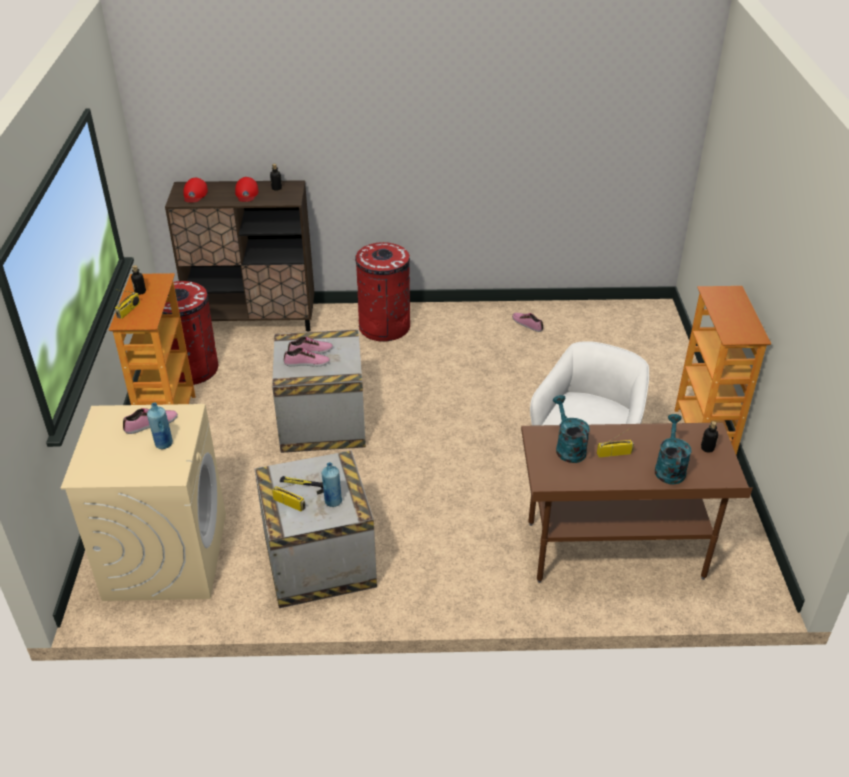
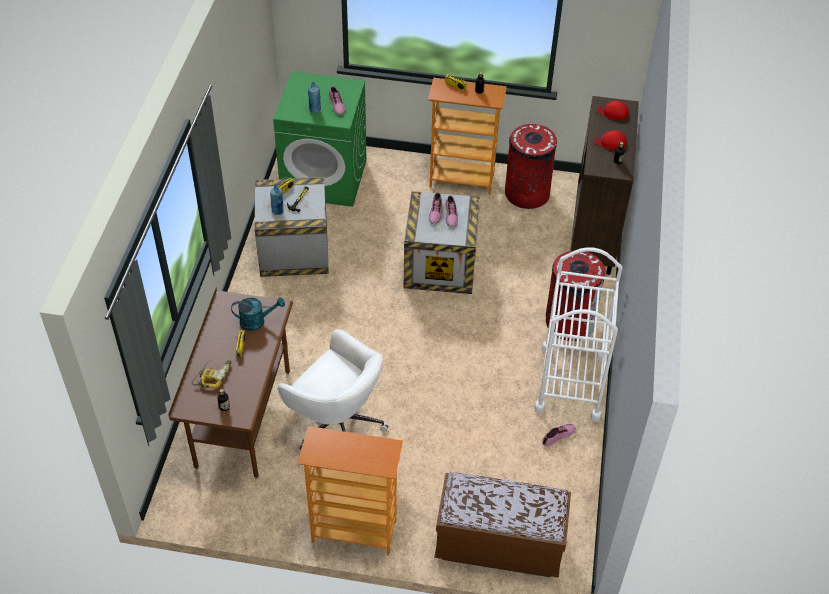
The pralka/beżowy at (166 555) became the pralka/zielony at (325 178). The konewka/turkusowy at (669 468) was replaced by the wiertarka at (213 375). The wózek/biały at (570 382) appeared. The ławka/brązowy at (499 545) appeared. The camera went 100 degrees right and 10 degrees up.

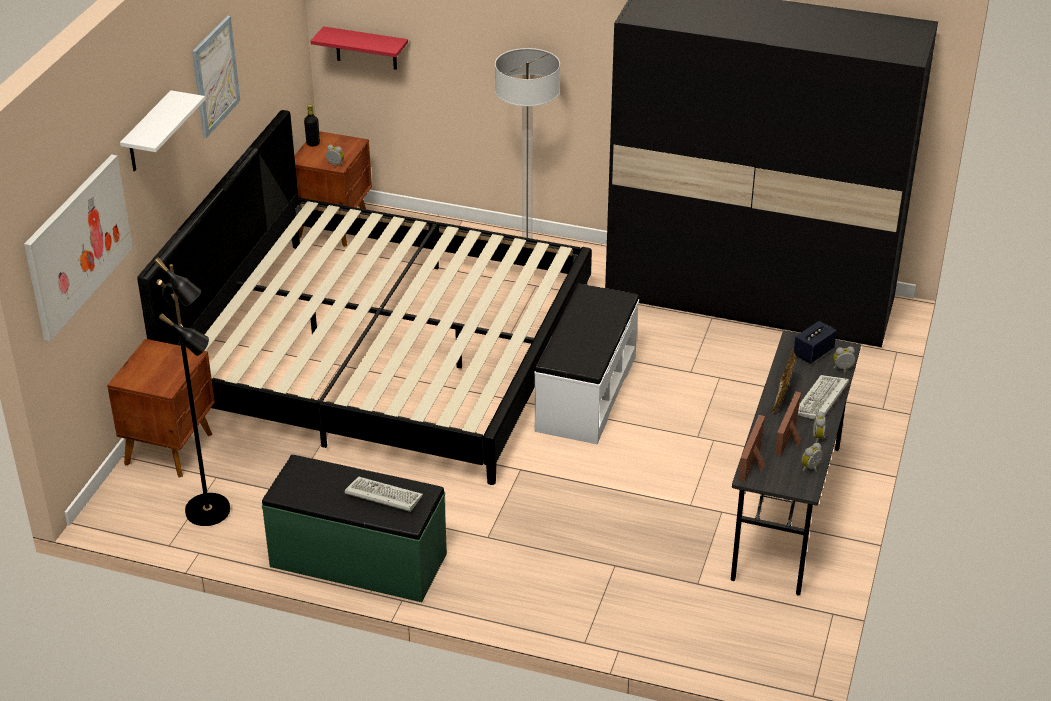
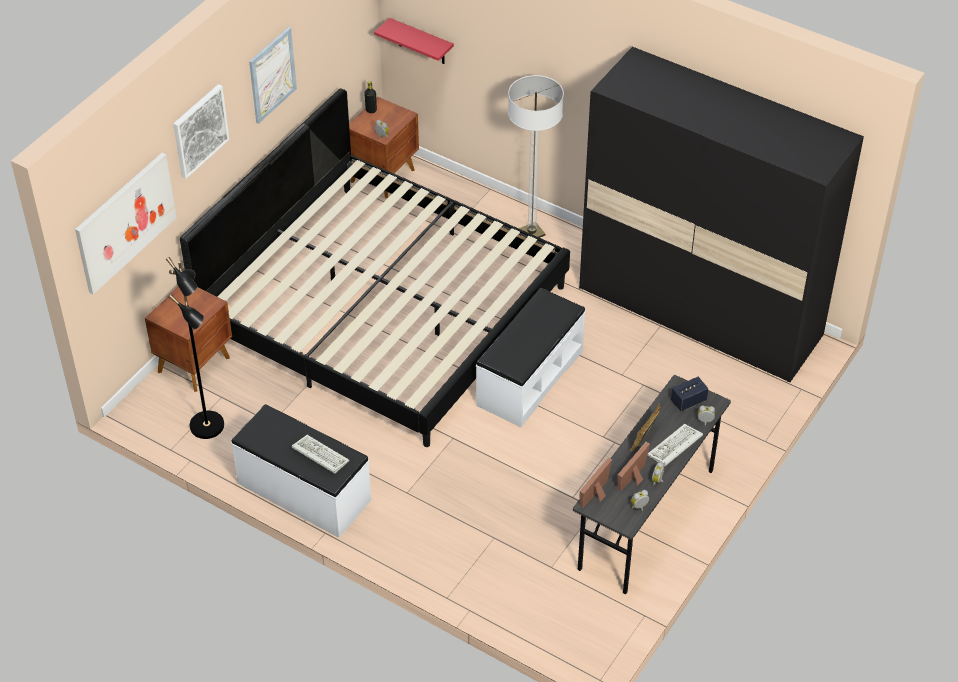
The półka/biały at (148 134) was replaced by the obraz at (200 130). The ławka/zielony at (358 561) became the ławka/biały at (303 492). The camera went 15 degrees right and 10 degrees up.

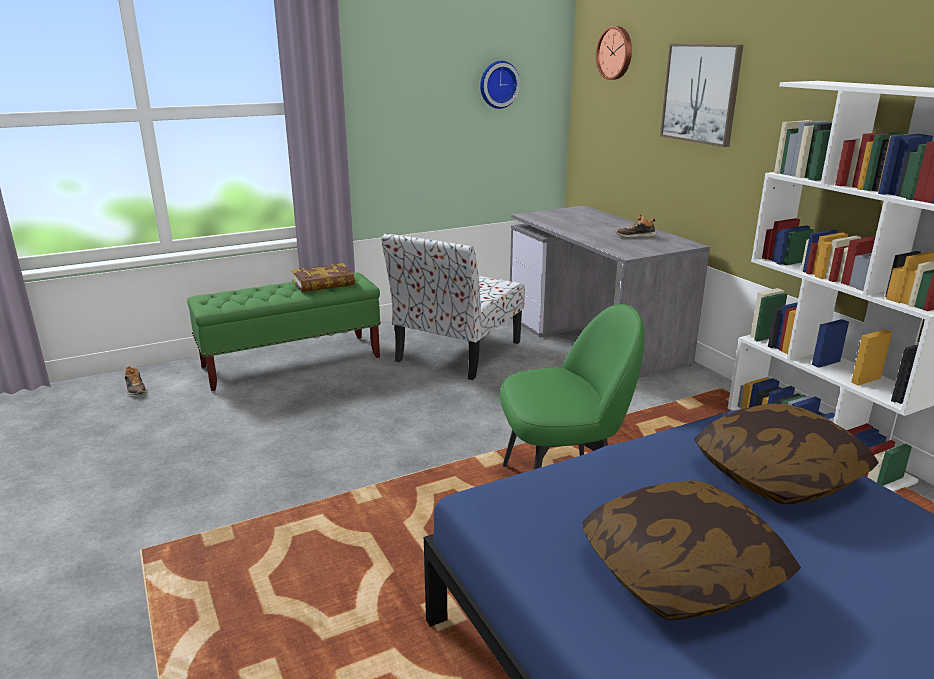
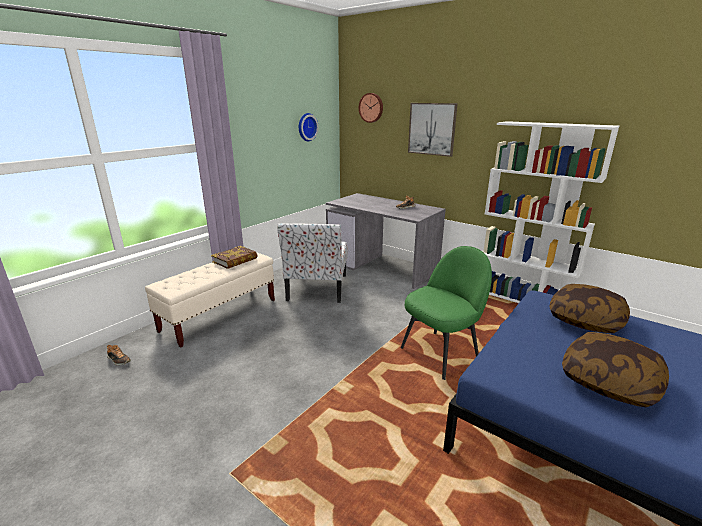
The ławka/zielony at (292 362) became the ławka/beżowy at (220 315). The camera went 25 degrees left and 0 degrees up.

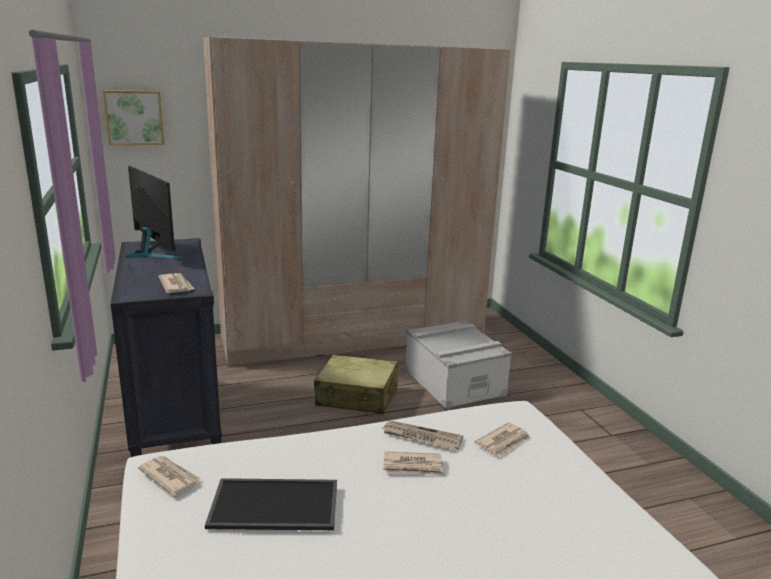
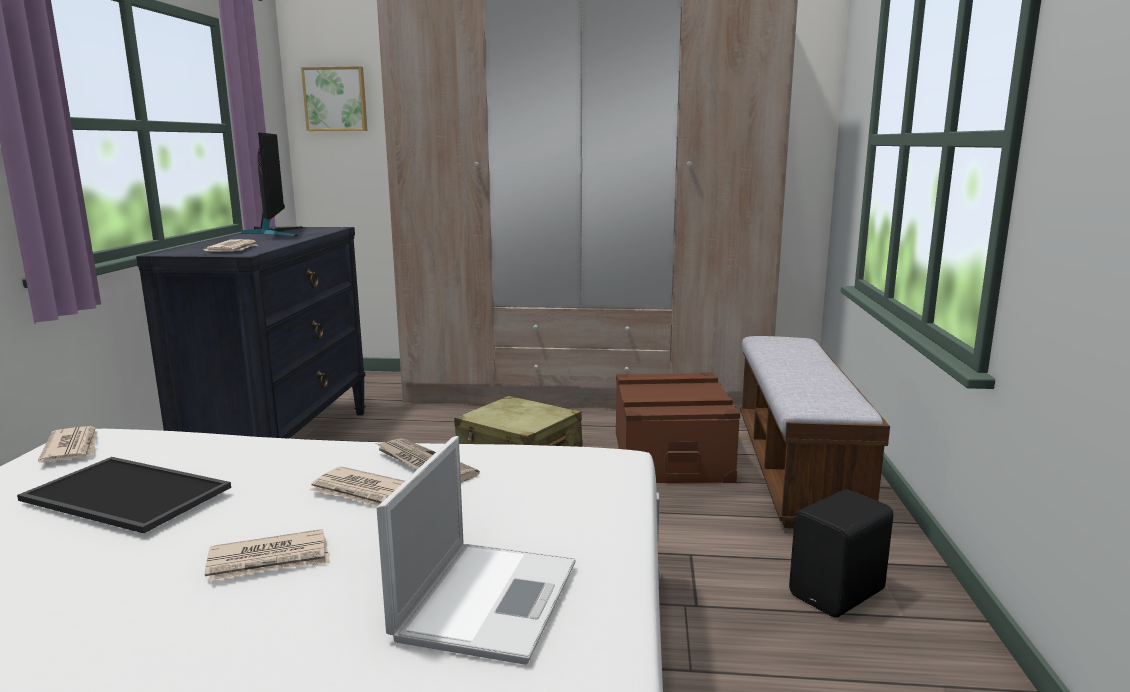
The pojemnik do przechowywania/szary at (454 381) became the pojemnik do przechowywania/brązowy at (670 456). The gazeta moved from (503 442) to (270 560). The ławka at (796 468) appeared. The laptop at (488 597) appeared. The głośnik/czarny at (839 594) appeared. The camera went 25 degrees right and 5 degrees down.

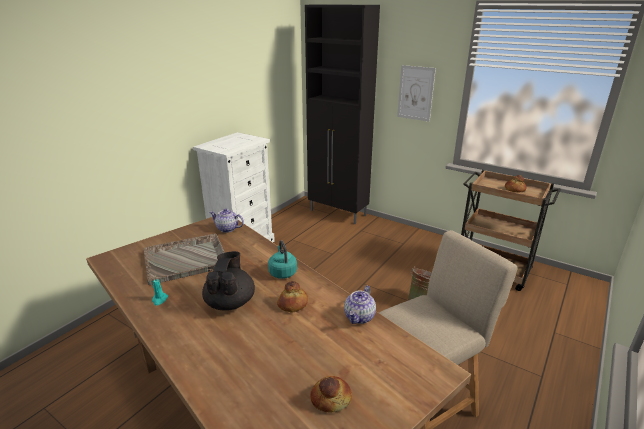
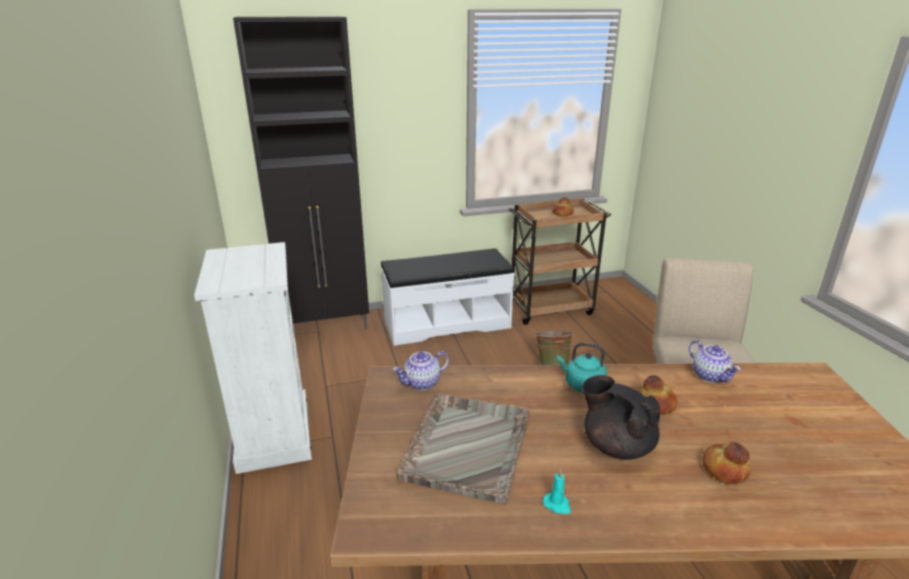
The obraz at (415 93) disappeared. The chleb moved from (330 398) to (724 469). The ławka/biały at (446 323) appeared. The camera went 50 degrees left and 0 degrees up.

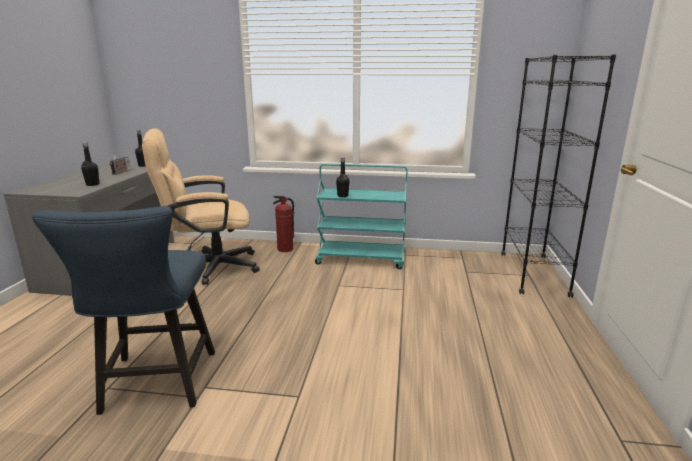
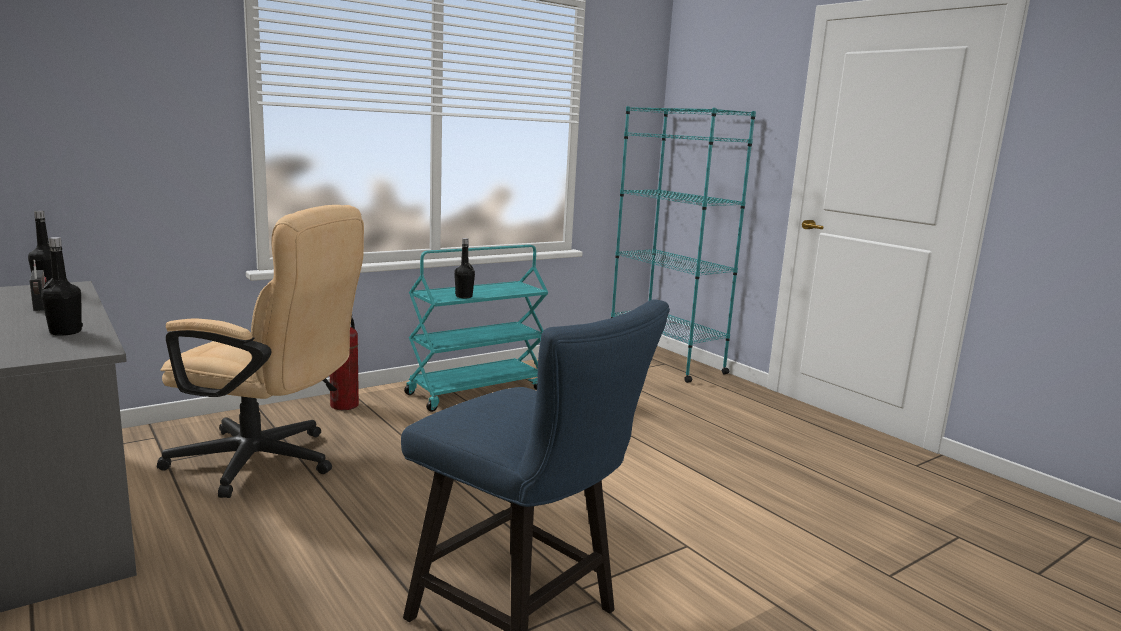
The regał/czarny at (533 273) became the regał/turkusowy at (665 361). The krzesło biurowe/beżowy at (208 267) turned 105 degrees counterclockwise. The camera went 45 degrees left and 5 degrees down.

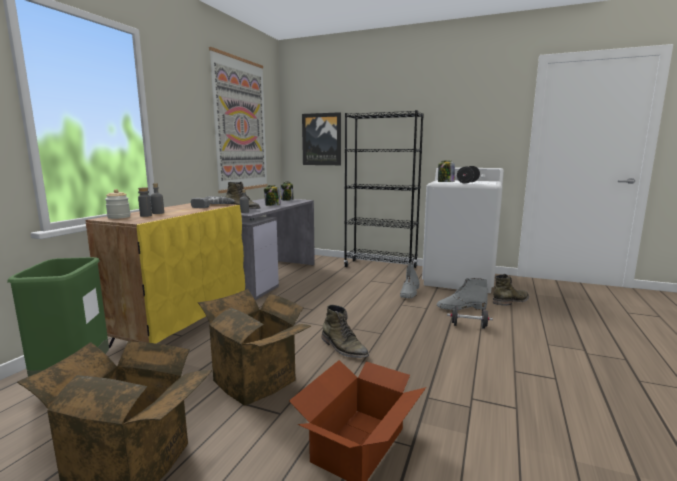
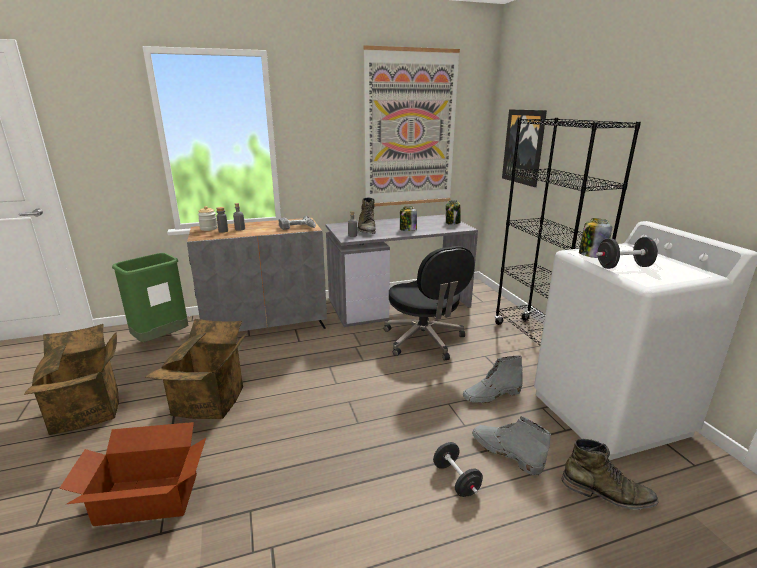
The szafka/żółty at (183 324) became the szafka/szary at (267 326). The but z cholewką/zielony at (343 348) disappeared. The krzesło biurowe/czarny at (424 340) appeared. The camera went 50 degrees right and 10 degrees up.

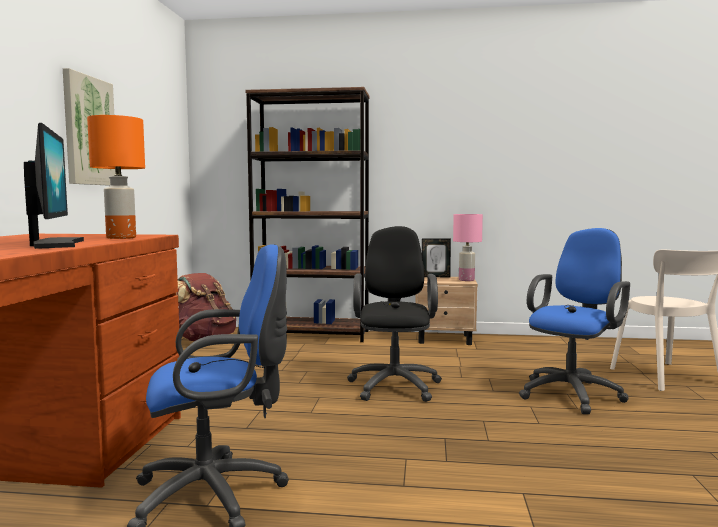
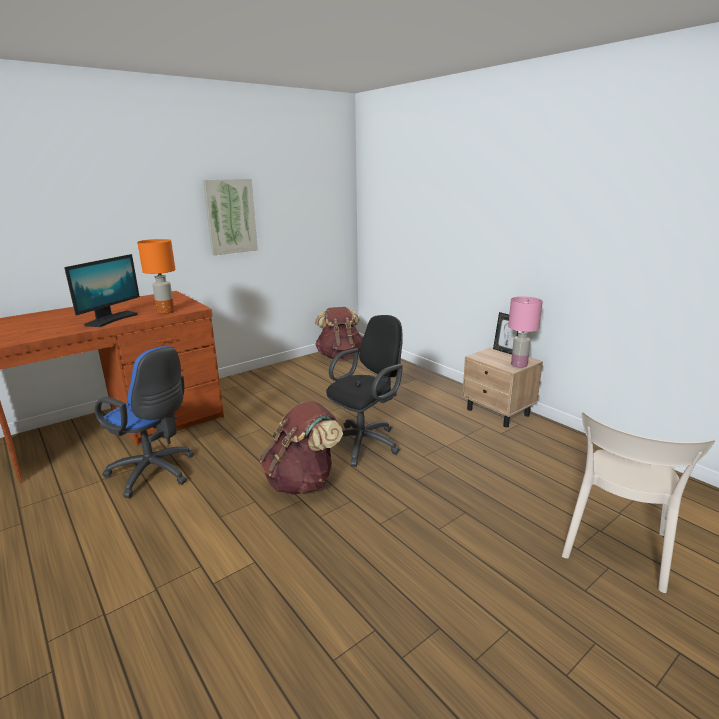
The regał/brązowy at (312 334) disappeared. The krzesło biurowe/niebieski at (573 393) disappeared. The plecak/brązowy at (302 482) appeared. The camera went 45 degrees right and 15 degrees up.

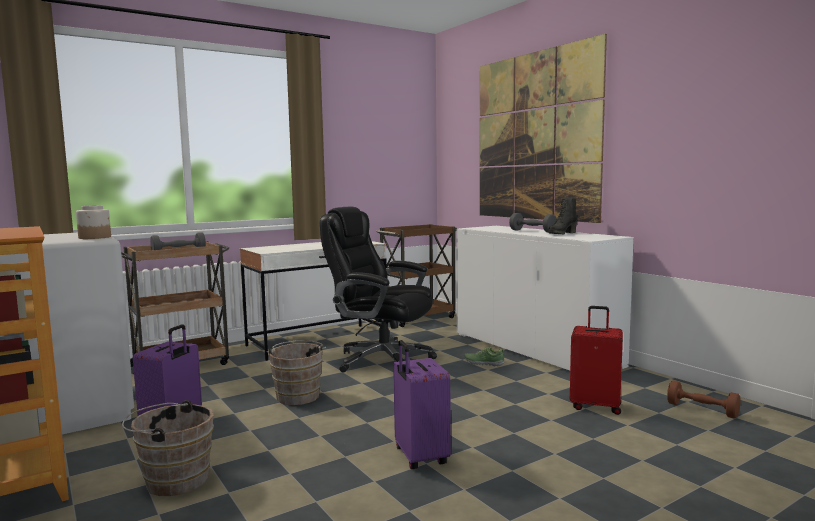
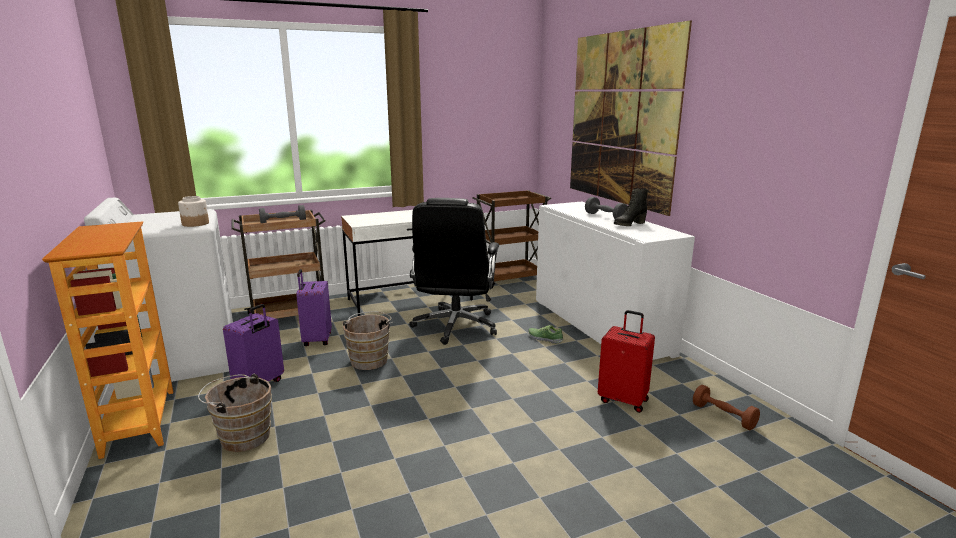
The krzesło biurowe/czarny at (381 360) turned 120 degrees counterclockwise. The walizka/fioletowy moved from (419 457) to (316 340). The camera went 10 degrees right and 10 degrees up.

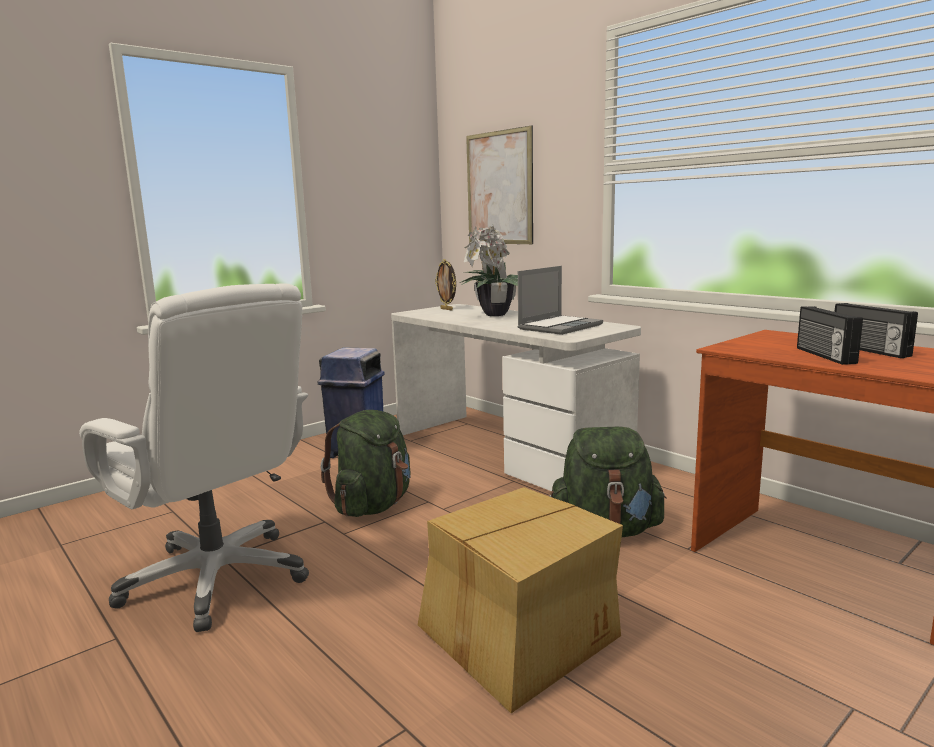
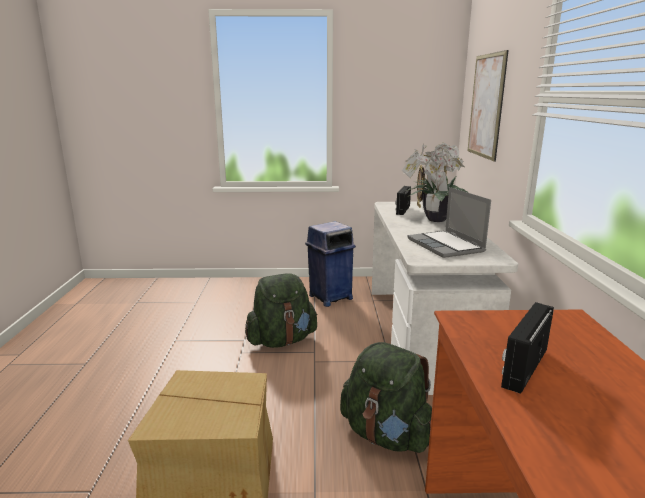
The laptop at (560 327) turned 75 degrees clockwise. The krzesło biurowe/biały at (217 578) disappeared. The radio moved from (868 350) to (402 210). The camera went 40 degrees right and 5 degrees up.

